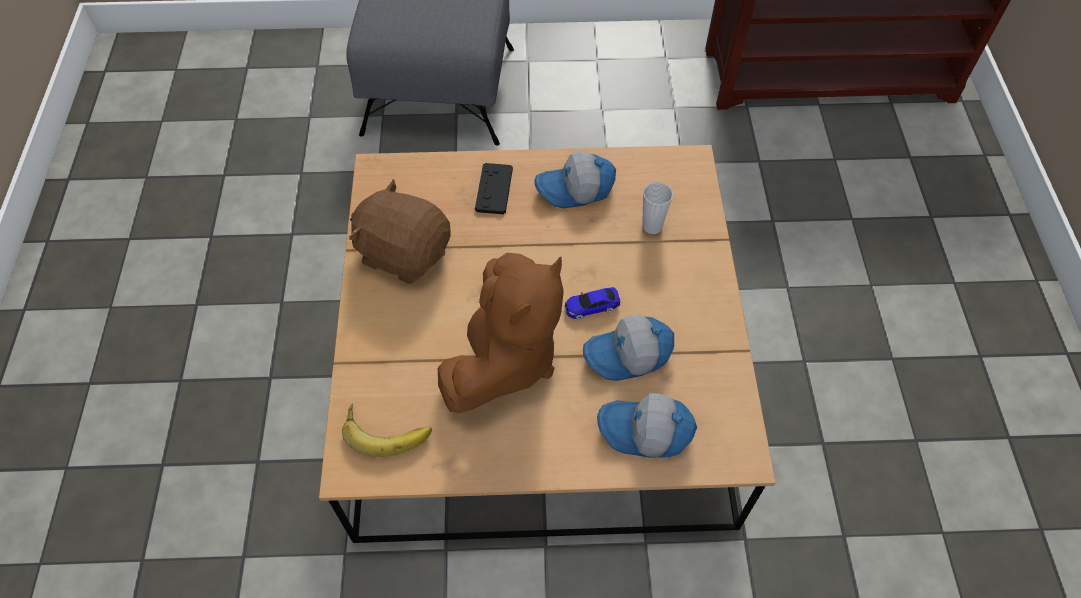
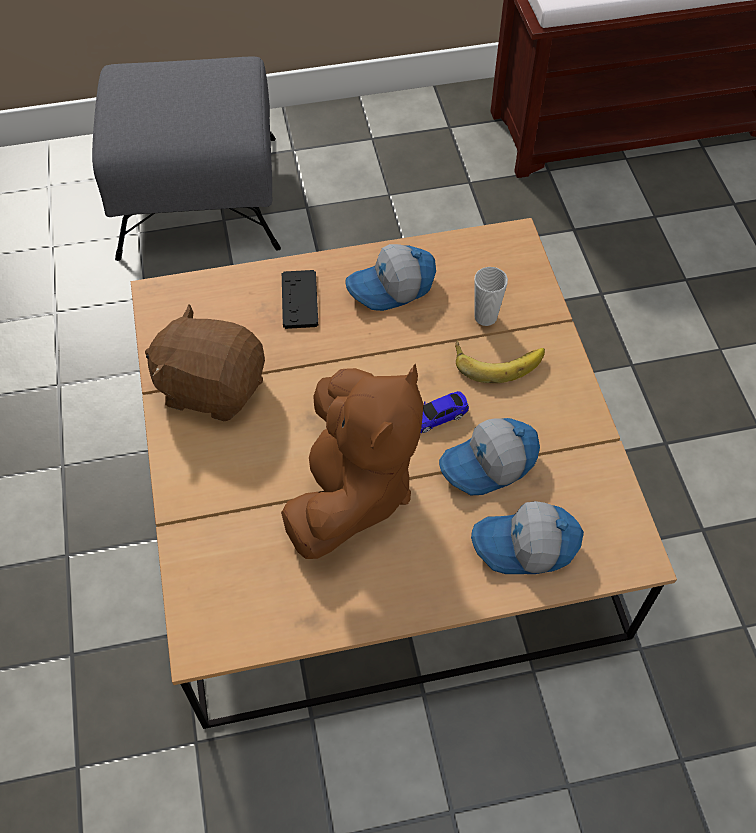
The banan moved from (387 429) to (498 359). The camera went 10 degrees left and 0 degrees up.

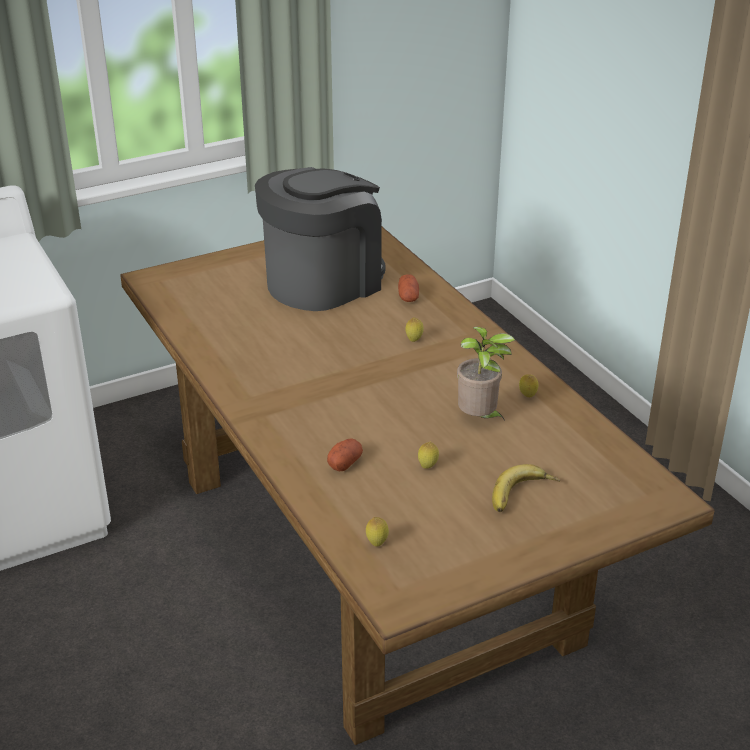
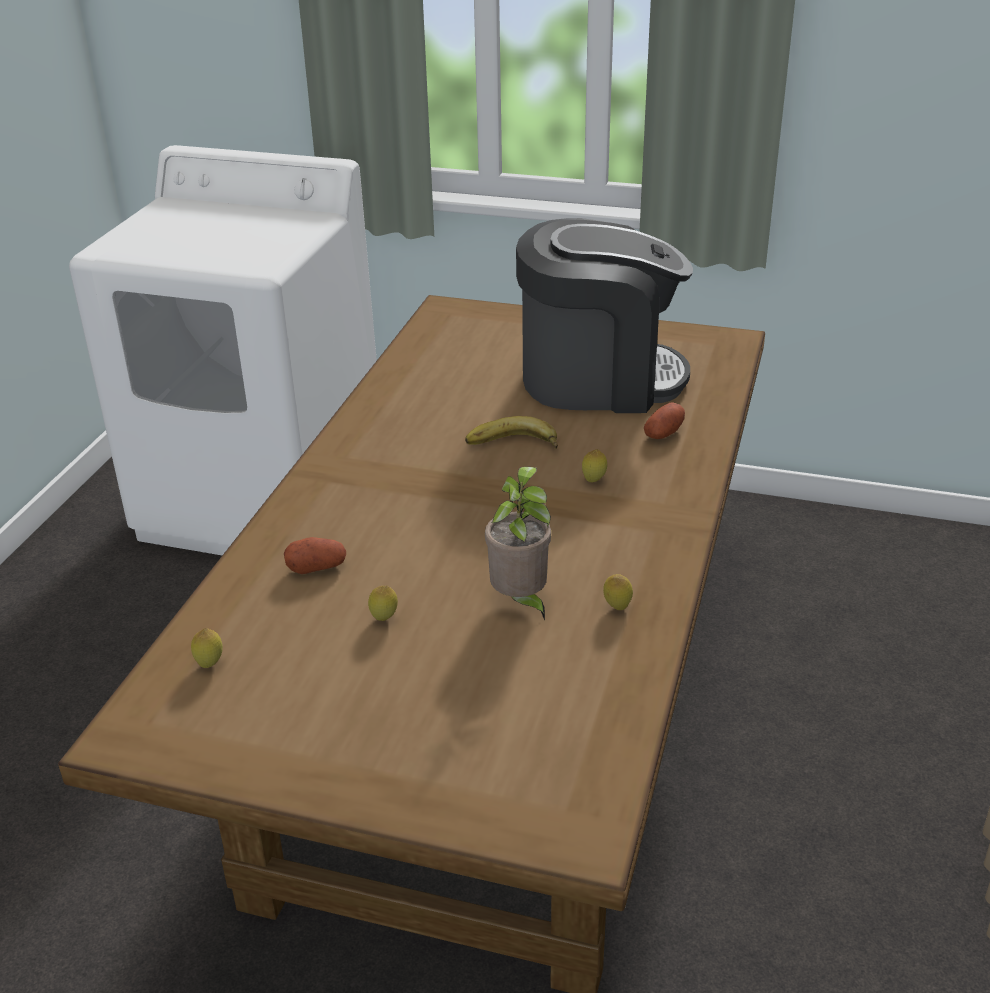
The banan moved from (523 495) to (512 445). The camera went 45 degrees right and 0 degrees up.

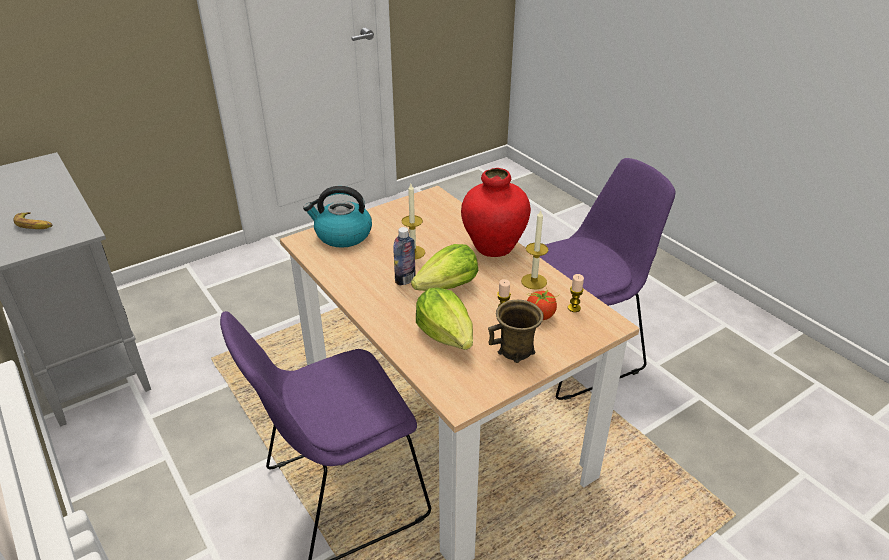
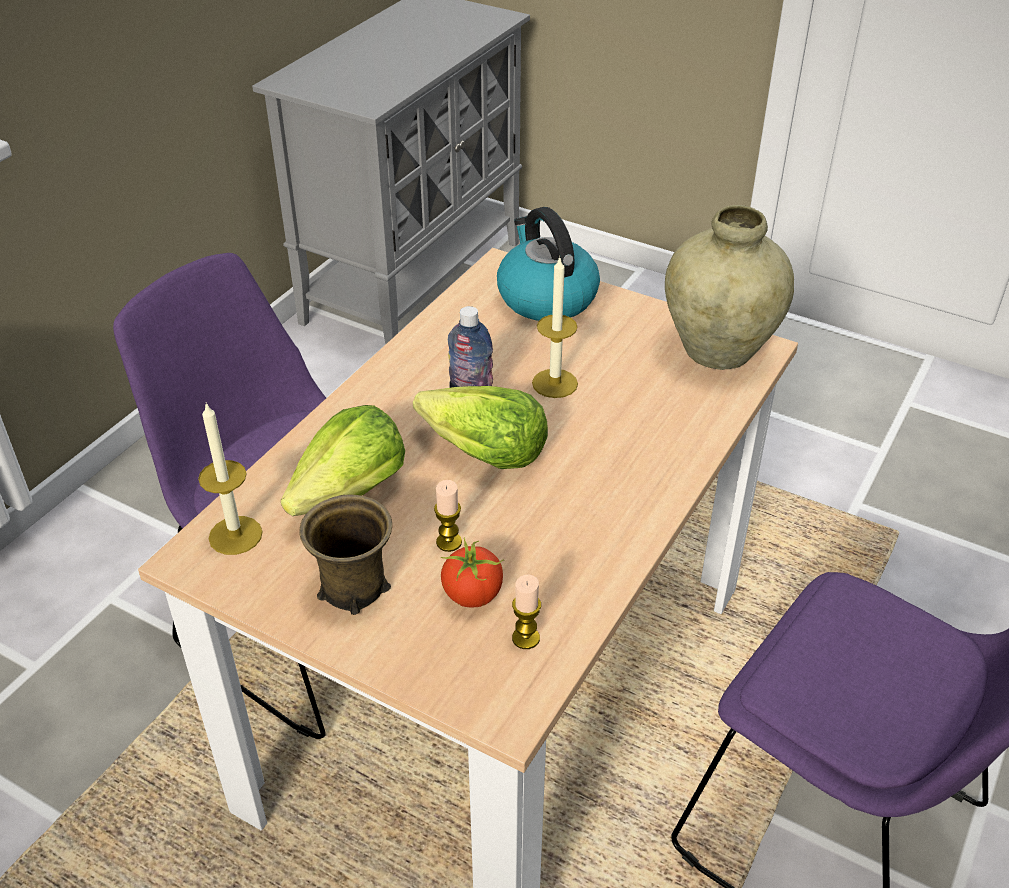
The wazon/czerwony at (493 247) disappeared. The świeca moved from (534 281) to (235 535). The banan at (35 225) disappeared. The wazon/beżowy at (718 351) appeared. The camera went 65 degrees right and 5 degrees up.

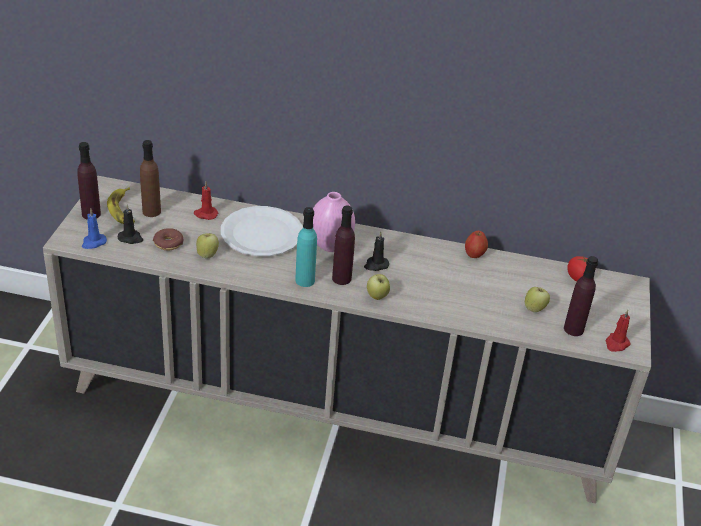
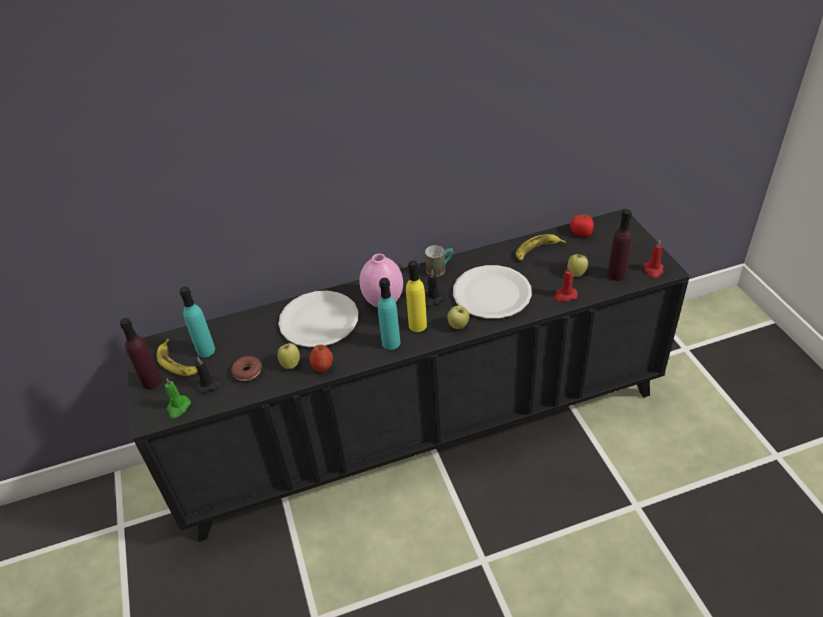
The butelka/brązowy at (151 211) became the butelka/turkusowy at (206 350). The szafka/beżowy at (337 408) became the szafka/czarny at (421 428). The świeca/czerwony moved from (205 214) to (565 295). The butelka/fioletowy at (341 278) became the butelka/żółty at (417 325). The świeca/niebieski at (93 242) became the świeca/zielony at (178 408). The jabłko moved from (474 255) to (323 367). The banan at (537 250) appeared. The kubek at (440 269) appeared. The talerz/biały at (492 294) appeared. The camera went 25 degrees left and 5 degrees up.

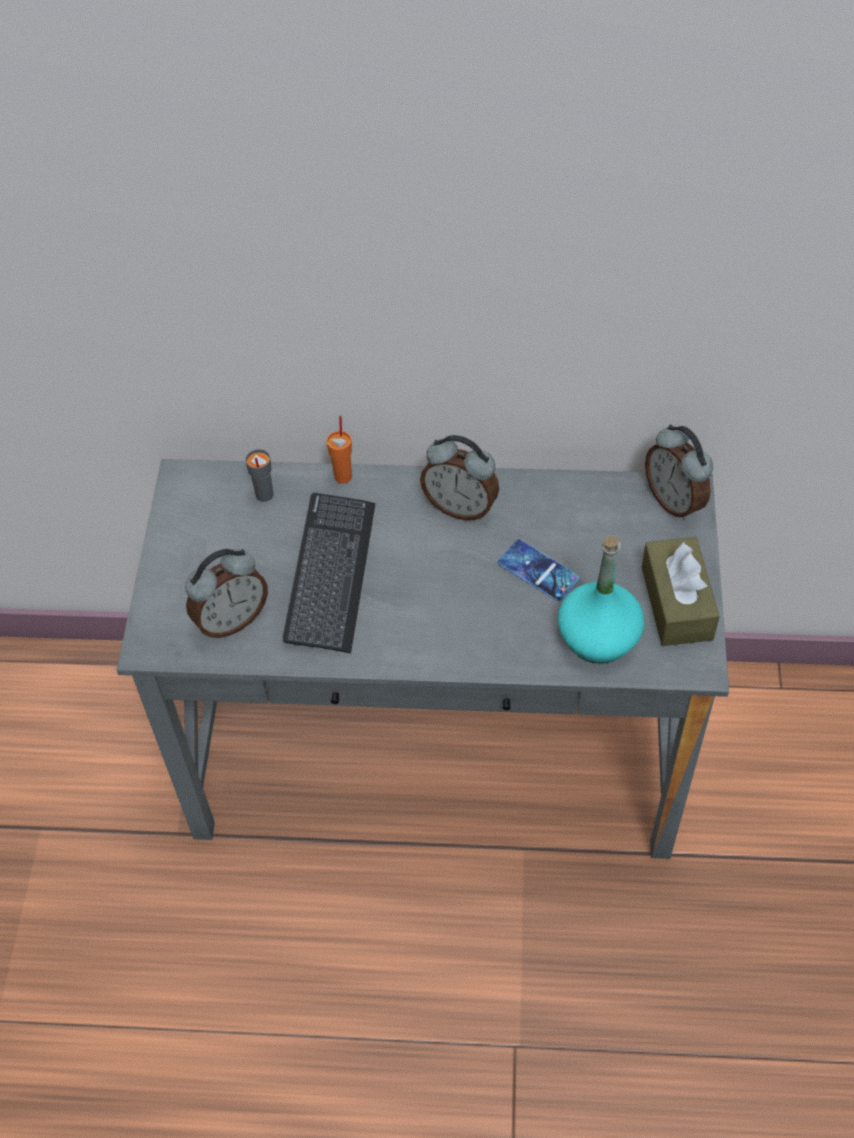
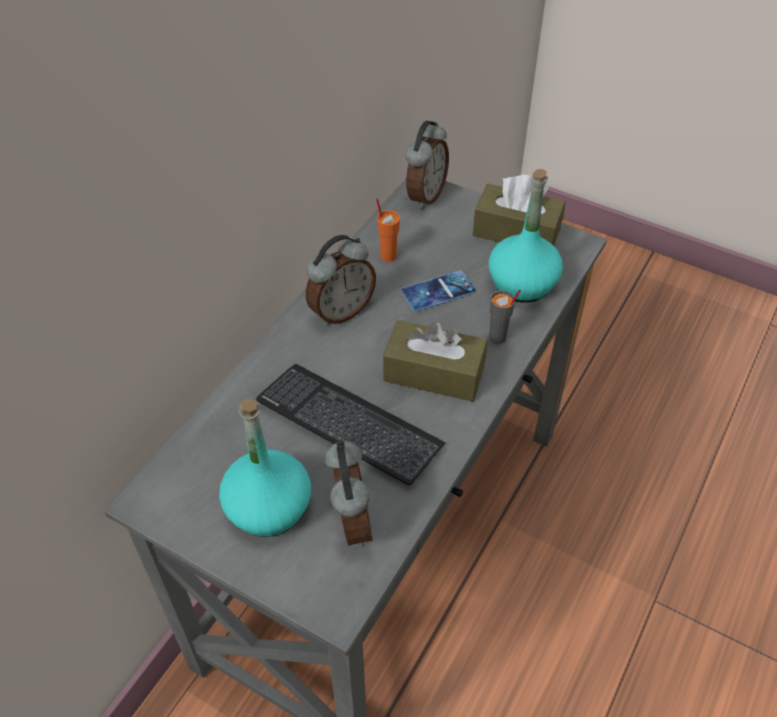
The filiżanka/pomarańczowy moved from (343 476) to (388 256). The budzik at (674 500) turned 60 degrees counterclockwise. The filiżanka/szary moved from (264 495) to (497 338). The pudełko chusteczek/brązowy at (434 373) appeared. The butelka/turkusowy at (269 507) appeared. The camera went 65 degrees left and 5 degrees down.

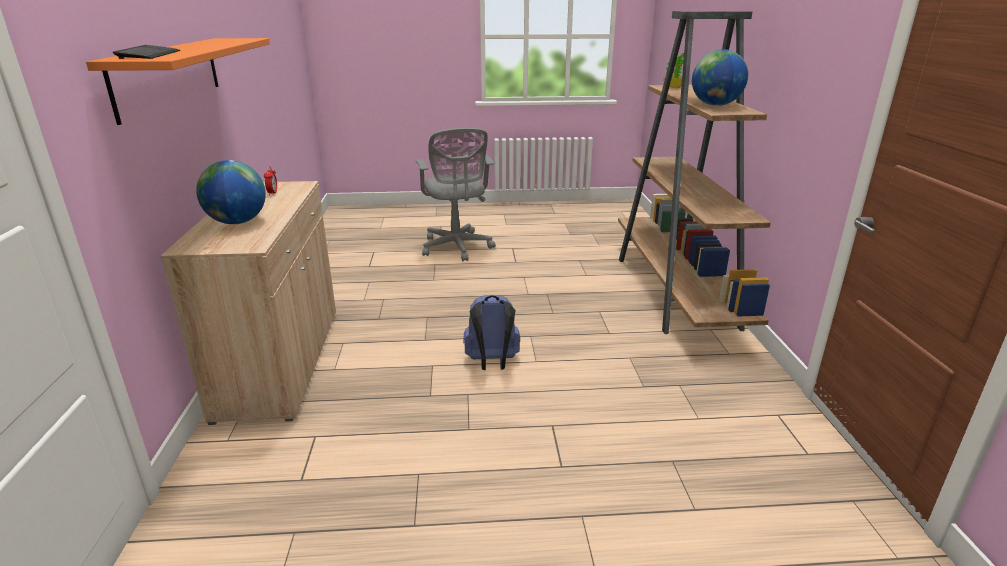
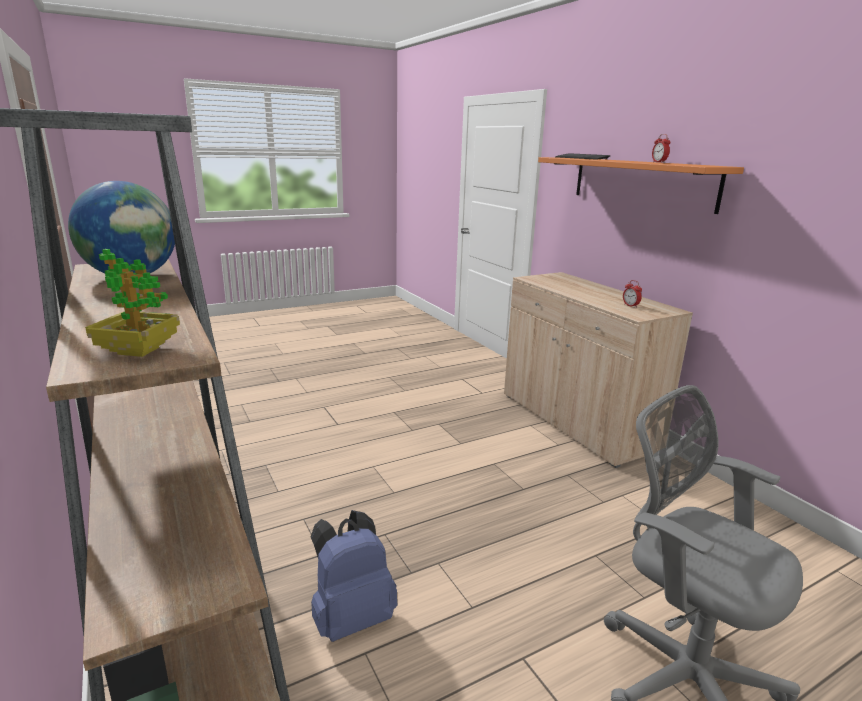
The globus at (237 222) disappeared. The plecak/niebieski moved from (492 363) to (351 617). The budzik at (659 162) appeared. The camera went 155 degrees right and 5 degrees down.

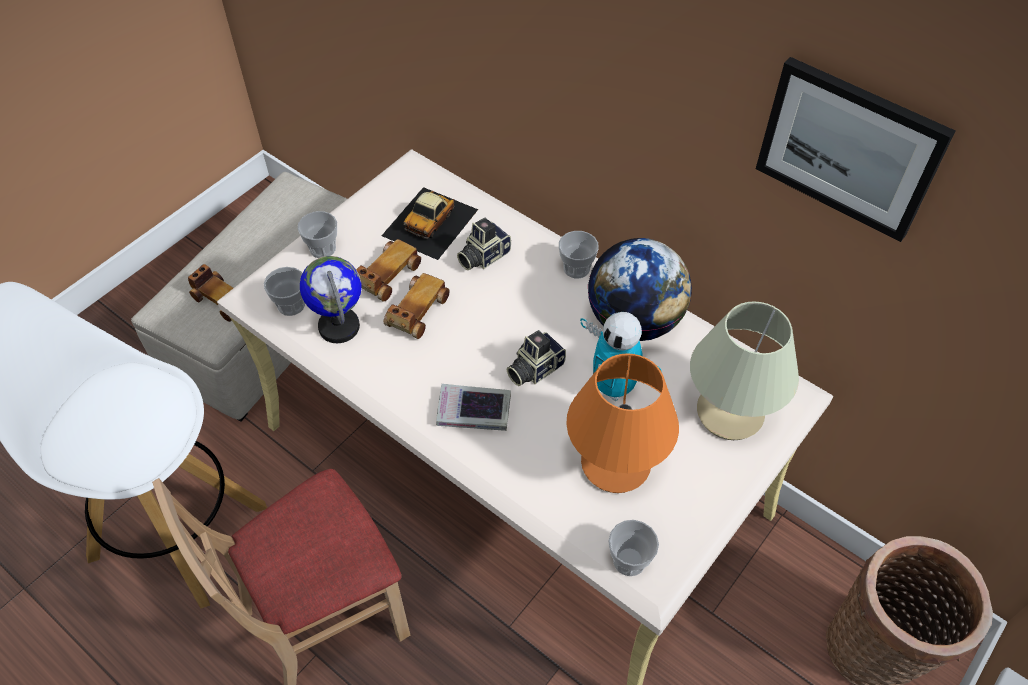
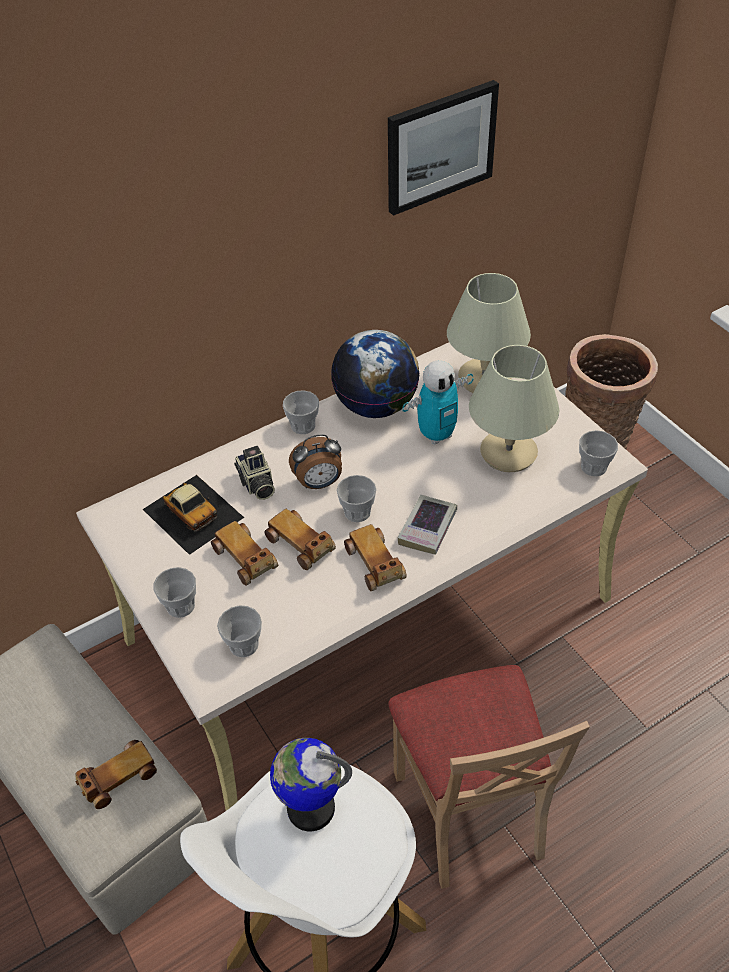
The globus moved from (339 326) to (310 807). The aparat fotograficzny at (534 368) disappeared. The lampa stołowa/pomarańczowy at (616 463) became the lampa stołowa/beżowy at (508 452). The budzik at (319 483) appeared. The filiżanka at (357 512) appeared. The samochodzik at (375 565) appeared. The camera went 70 degrees left and 5 degrees down.

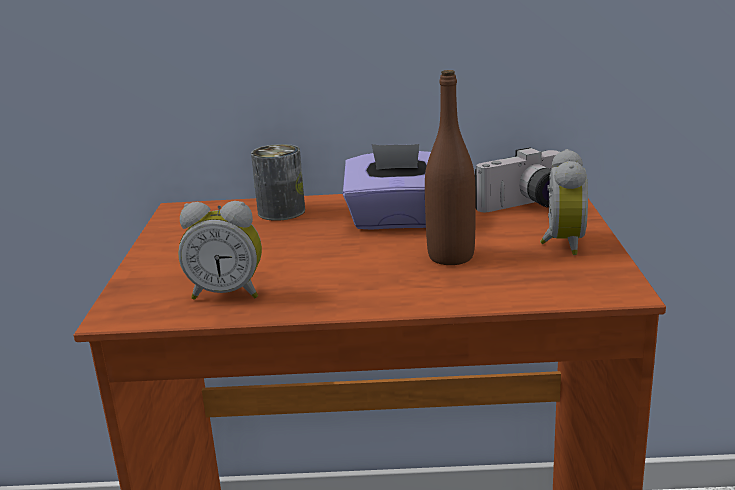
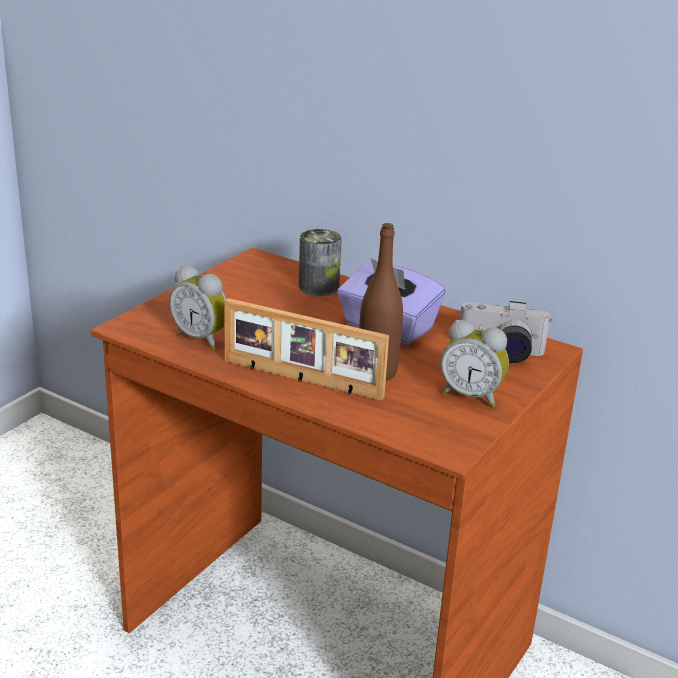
The budzik at (560 244) turned 75 degrees clockwise. The ramka na zdjęcie at (301 380) appeared. The camera went 30 degrees right and 5 degrees up.

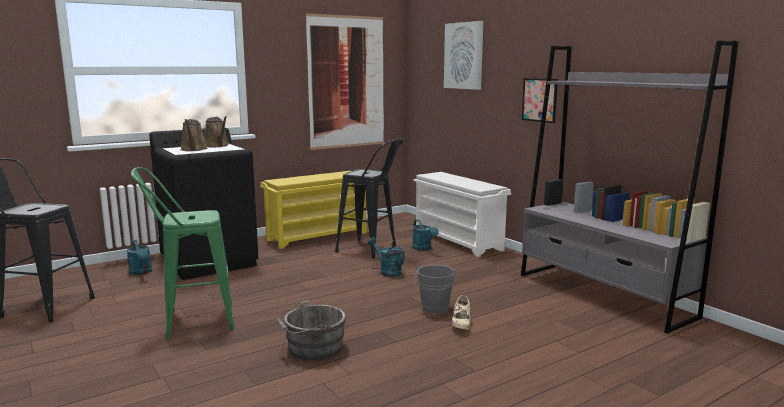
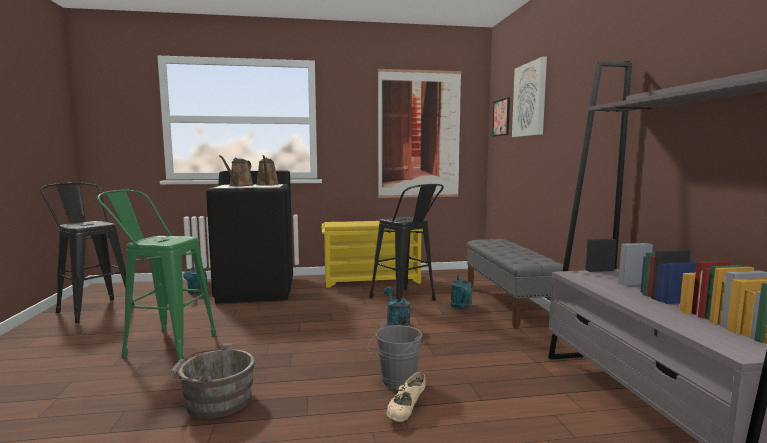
The obraz moved from (539 100) to (501 117). The regał na buty/biały at (459 241) was replaced by the ławka/szary at (509 304). The camera went 25 degrees right and 5 degrees down.

